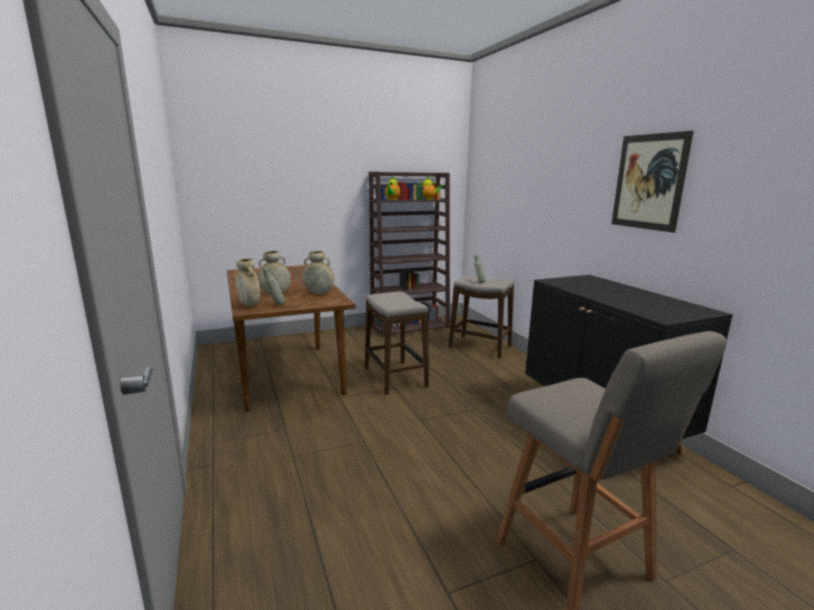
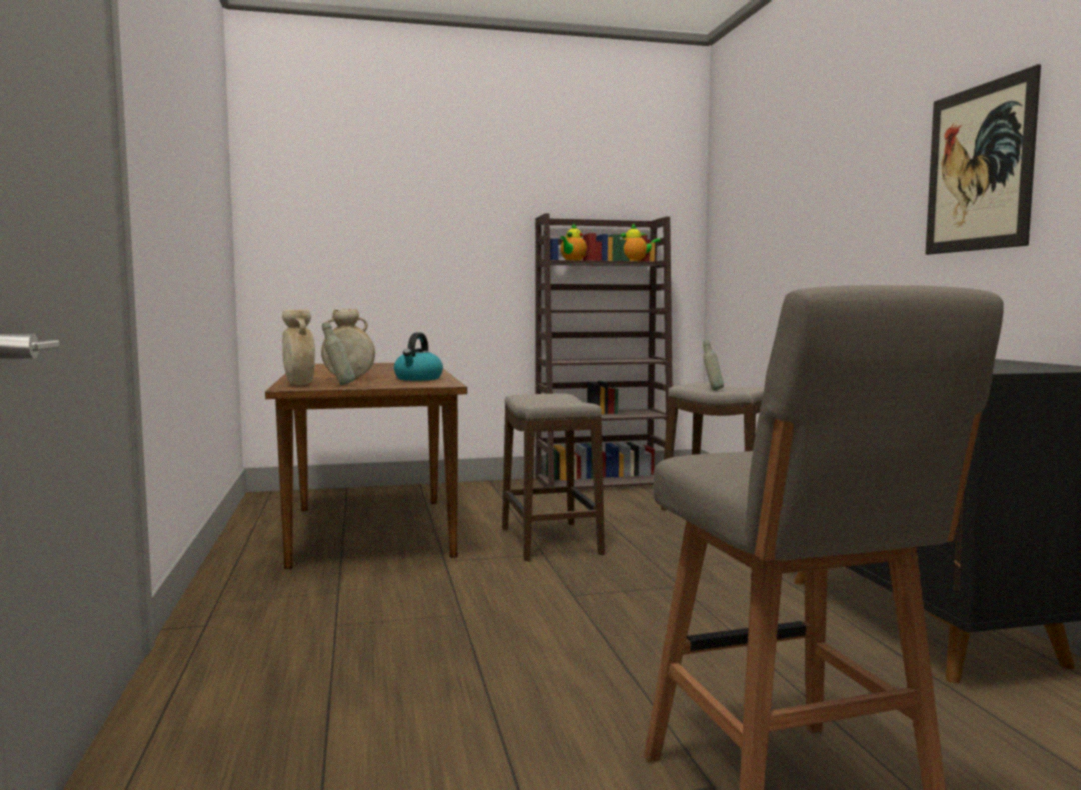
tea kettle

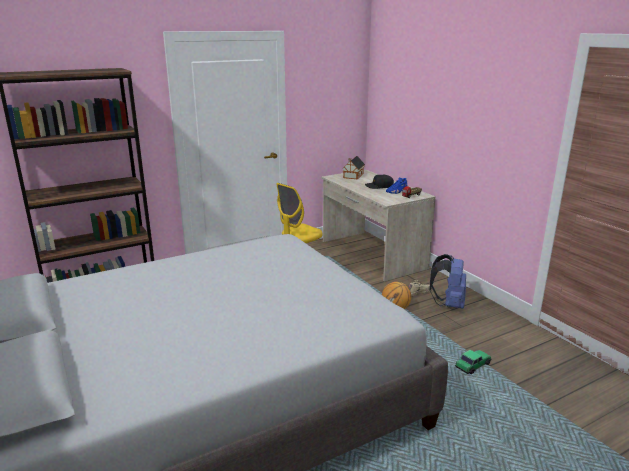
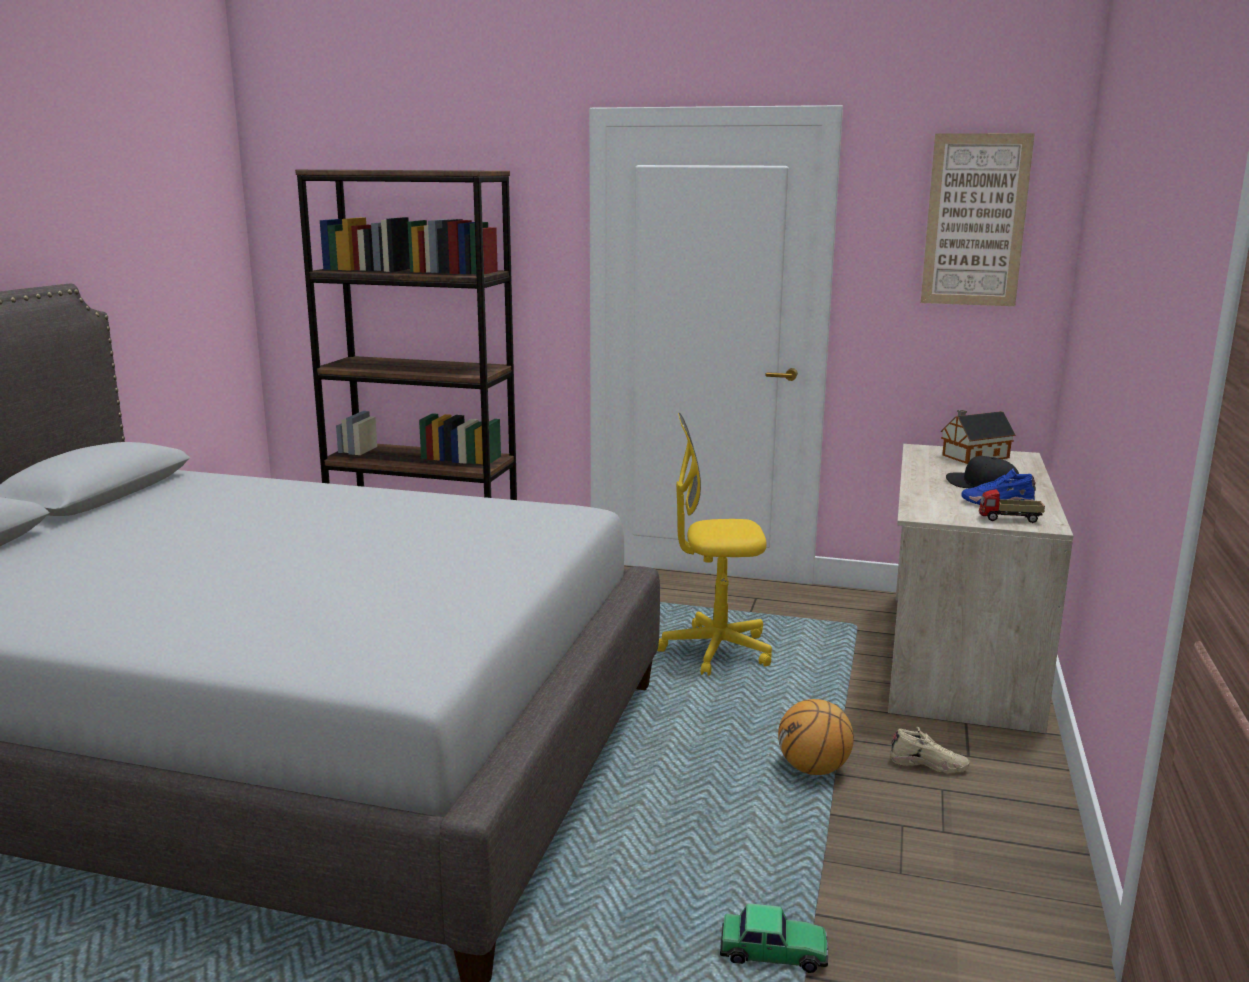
blue-coloured backpack; wall picture

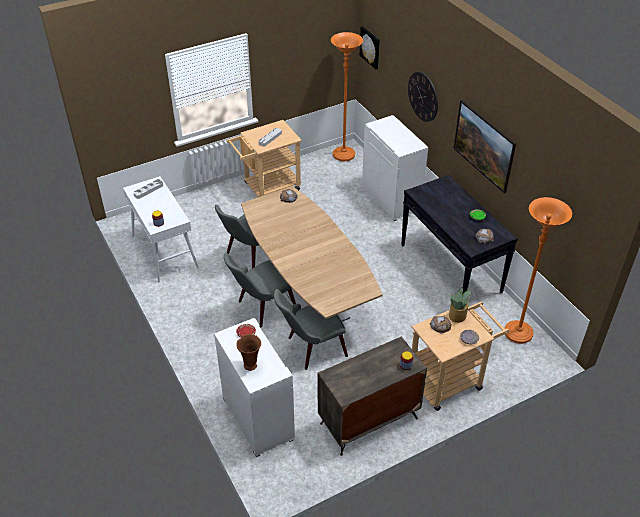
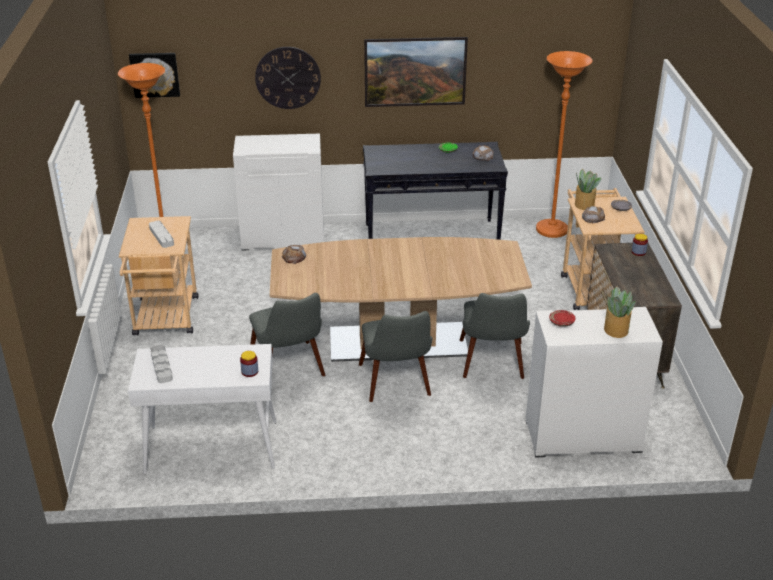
potted plant (no. 2 from left)

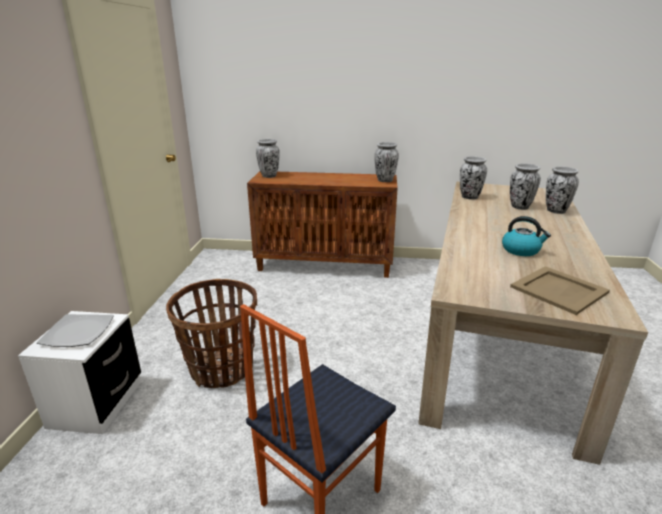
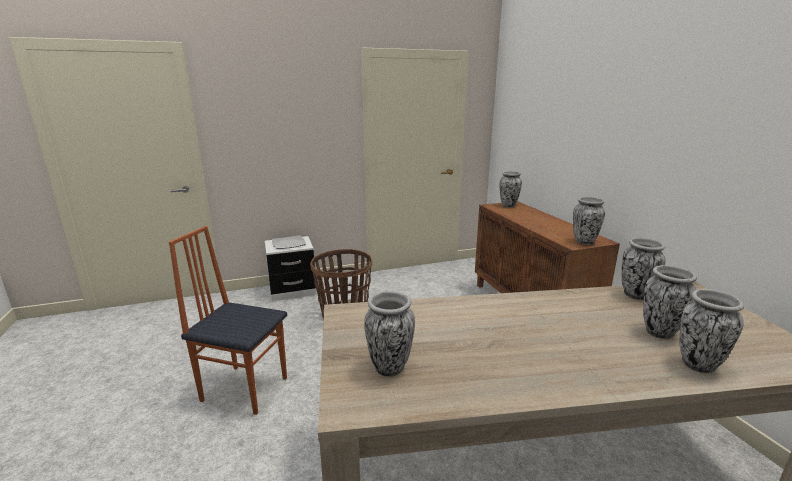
tea kettle; vase (no. 1 from left)

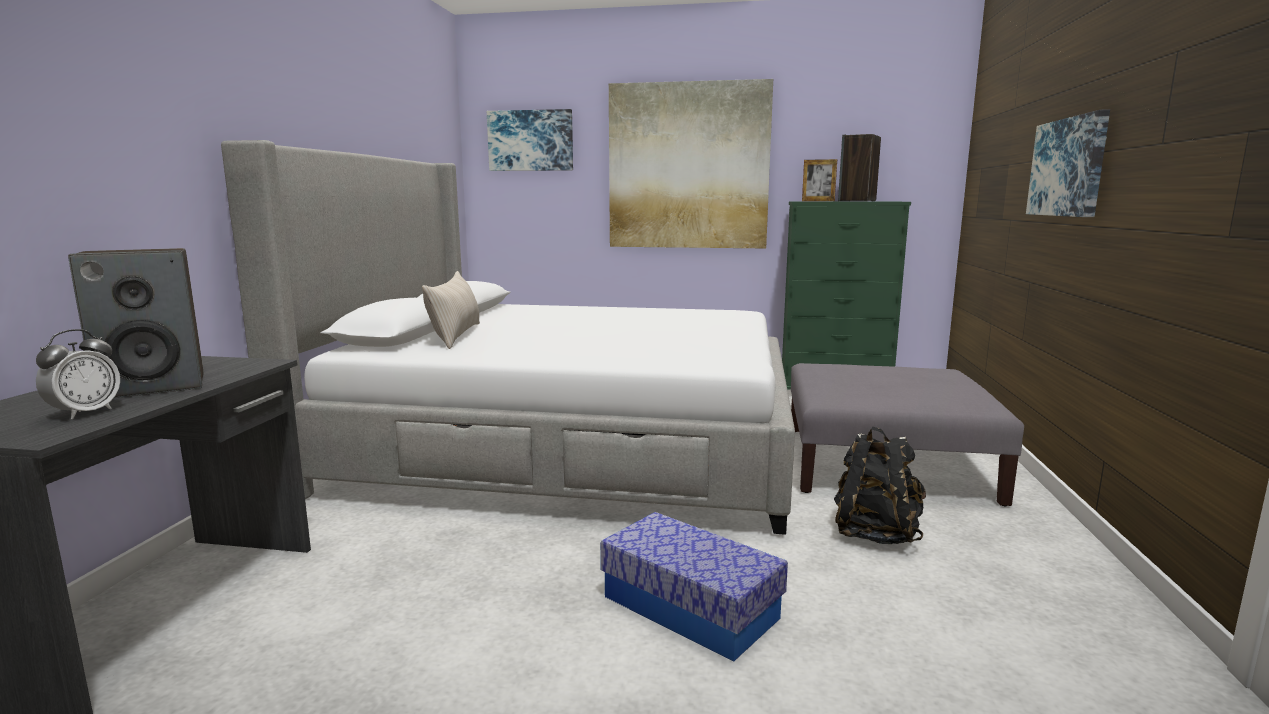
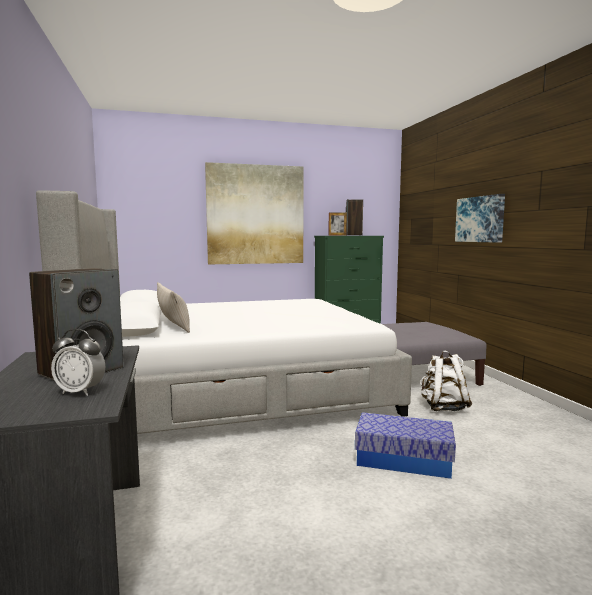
wall picture (no. 1 from left in the first image); bedside clock; white-coloured backpack

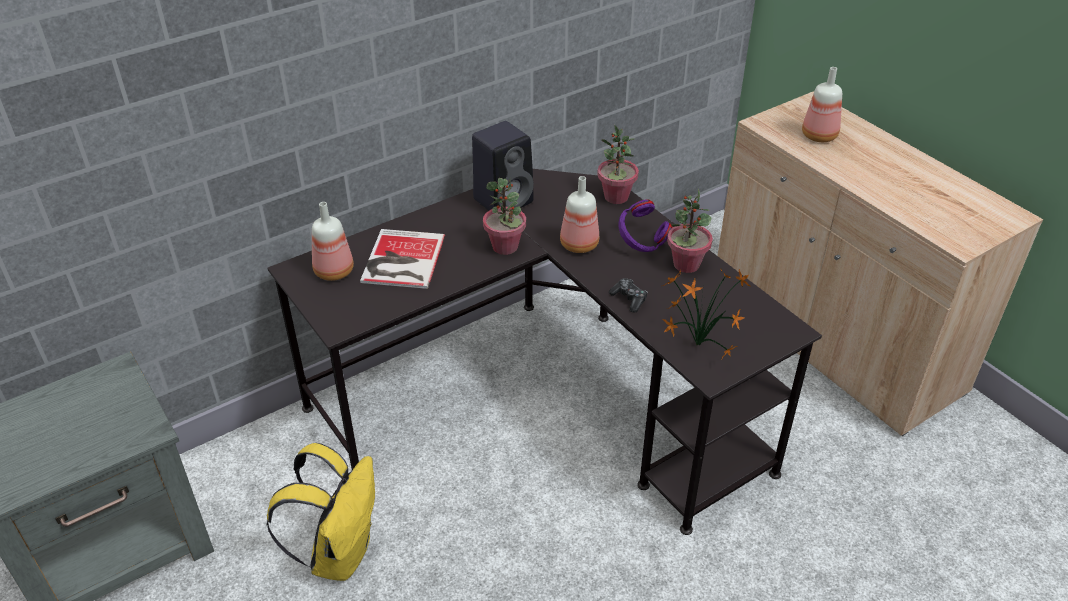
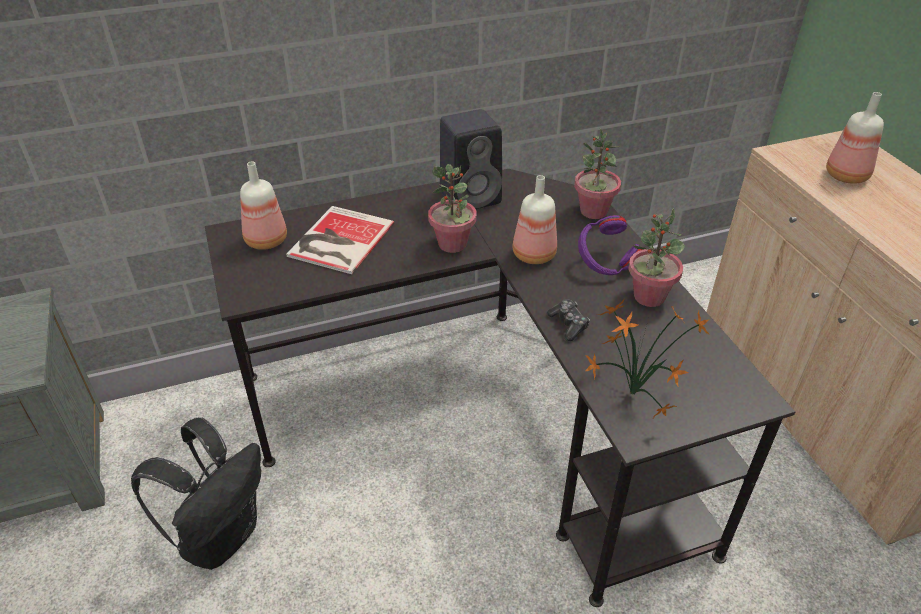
black-coloured backpack

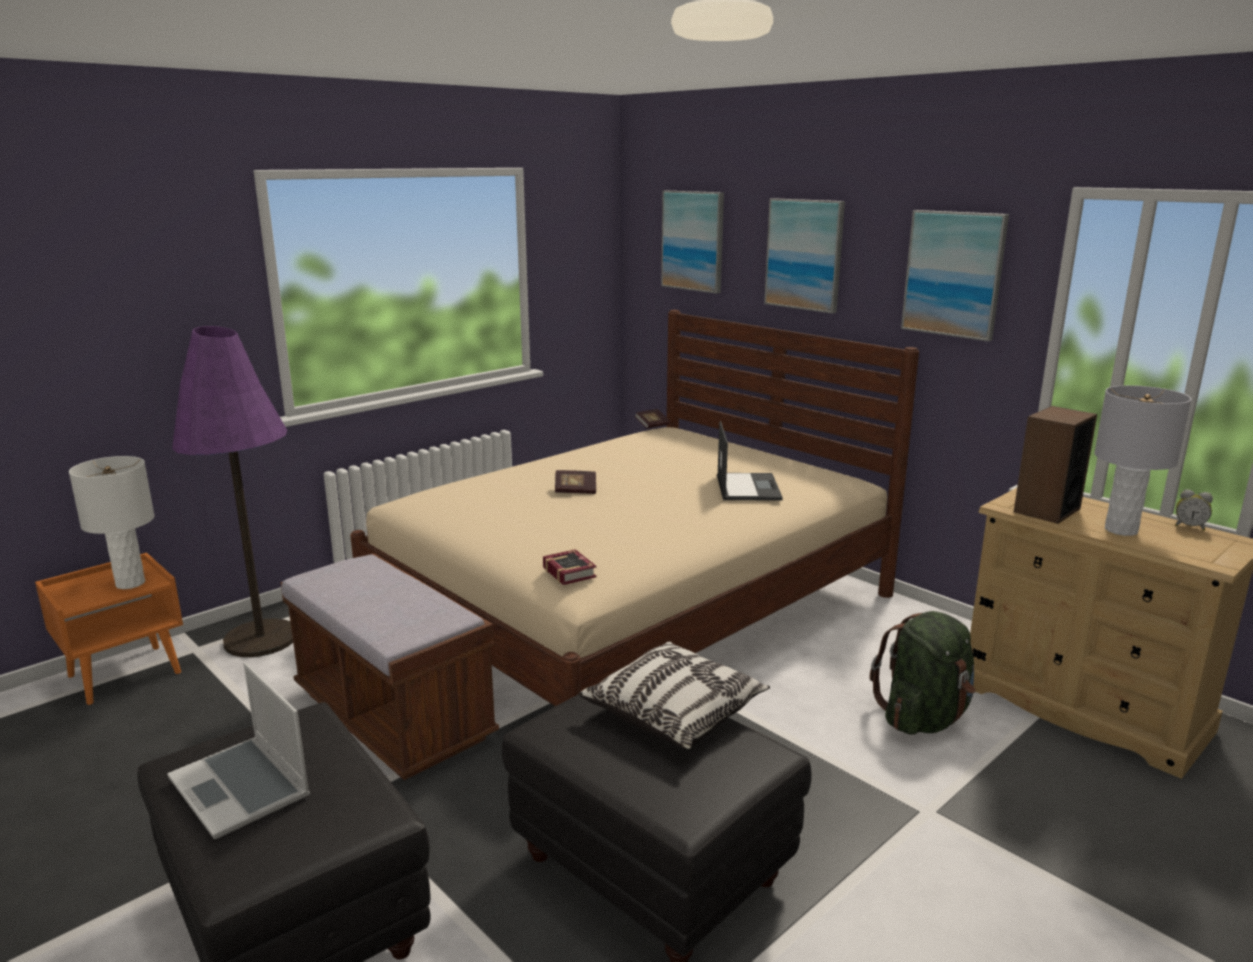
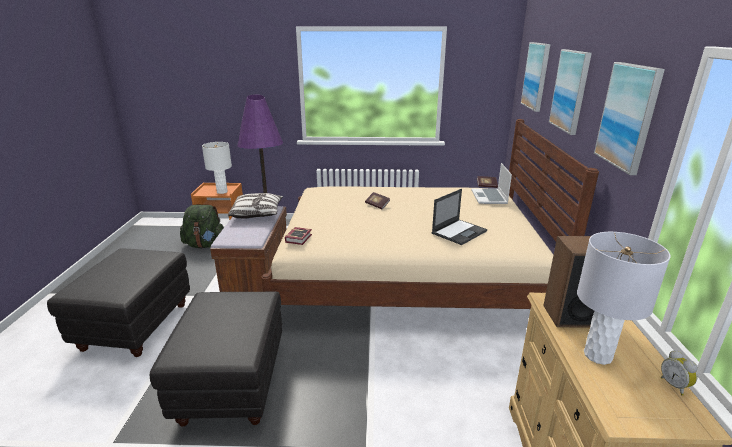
greenish backpack; pillow; notebook computer (no. 2 from left)

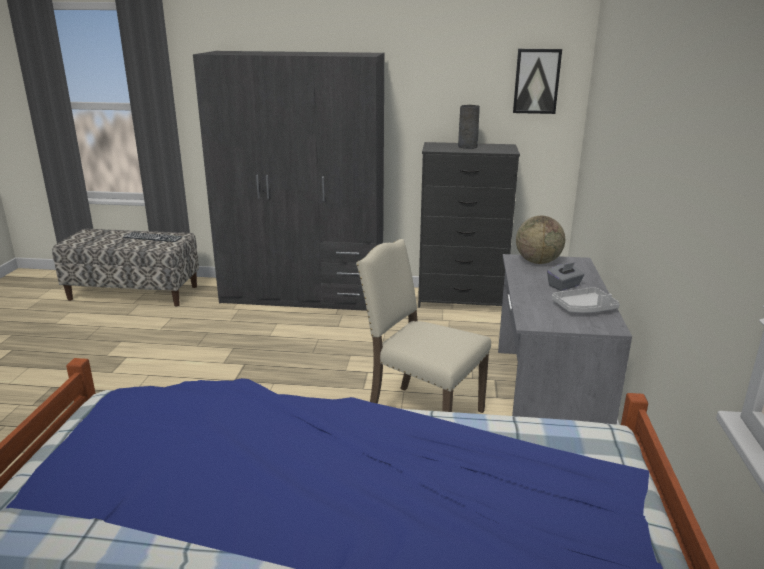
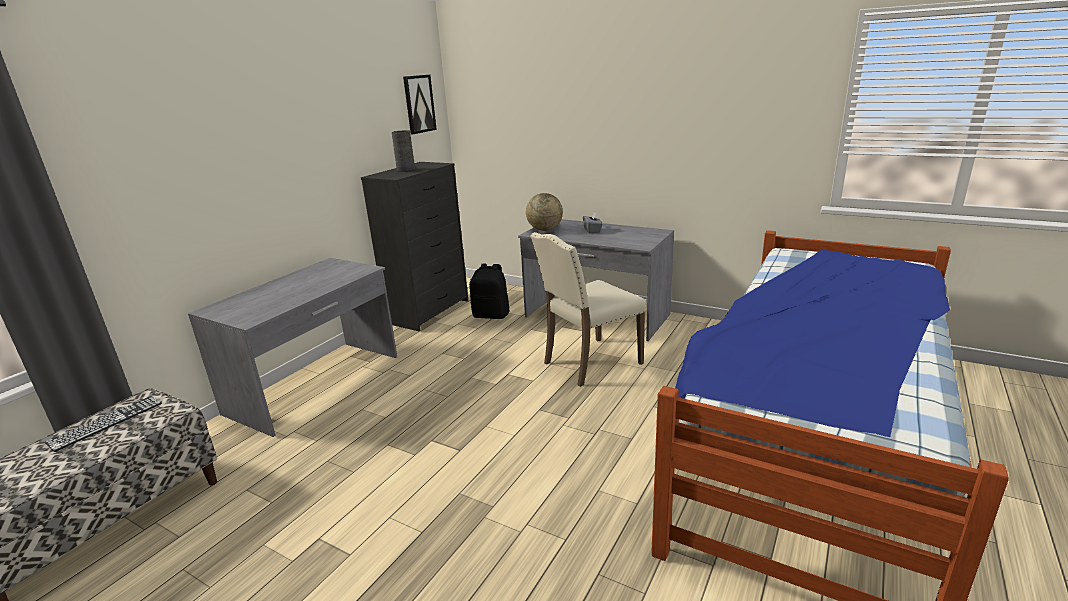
greyish desk unit (no. 1 from left); greyish serving tray; black-coloured backpack

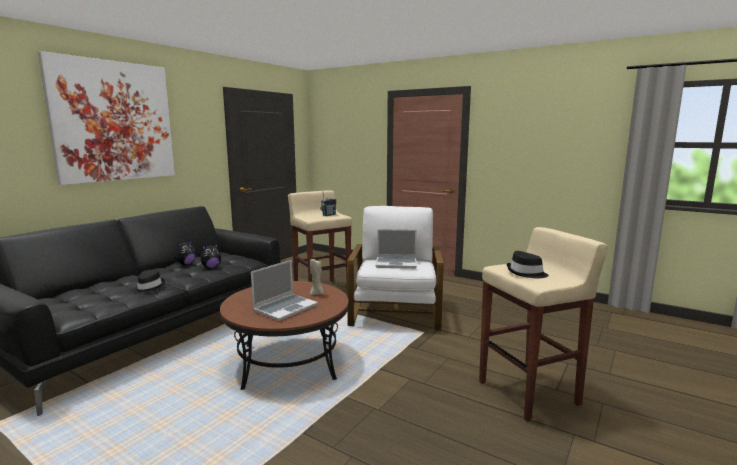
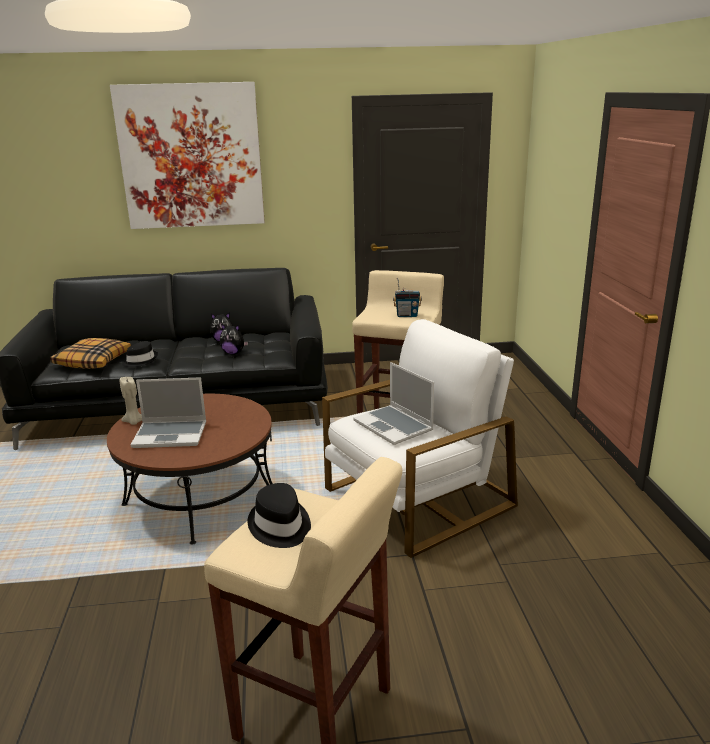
beige candle; pillow

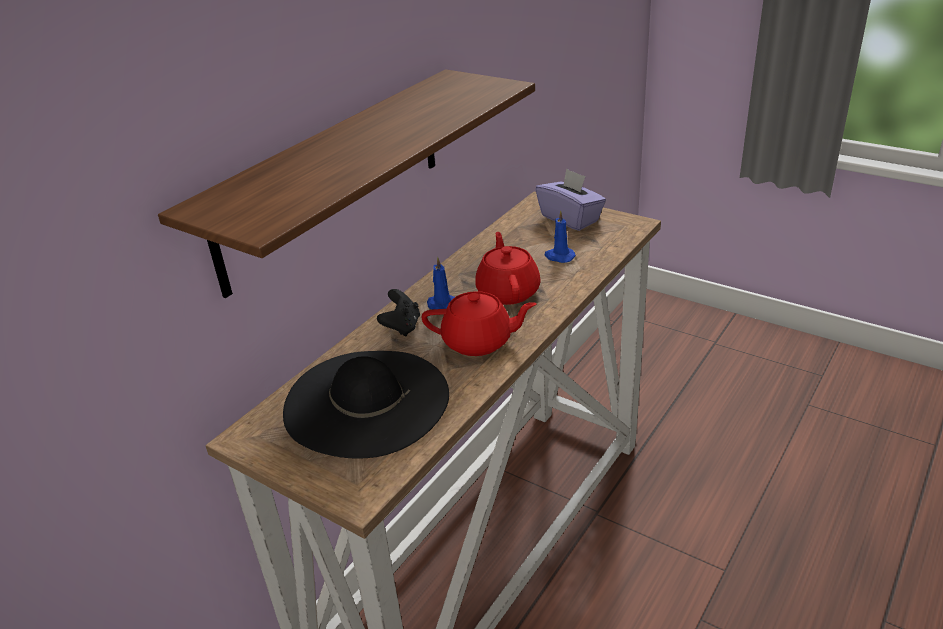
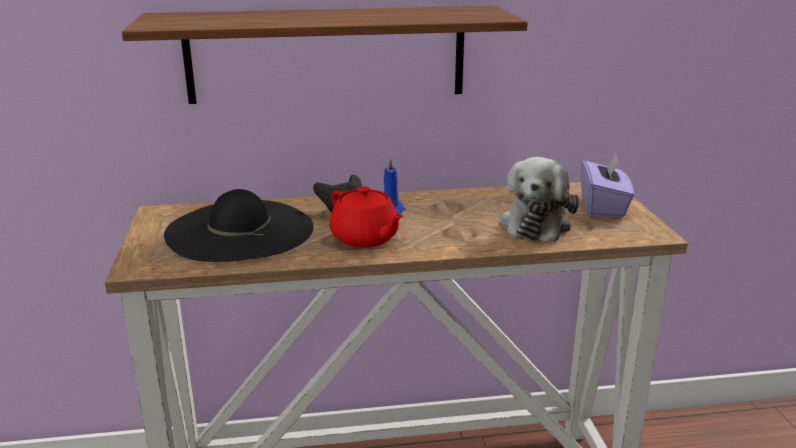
cuddly toy; red-coloured teapot (no. 2 from left in the first image)

